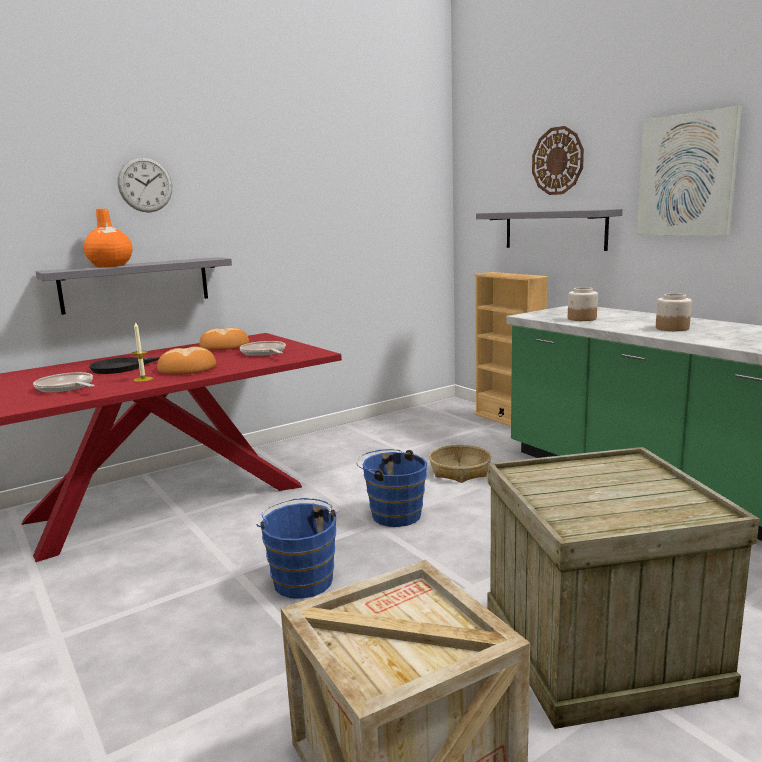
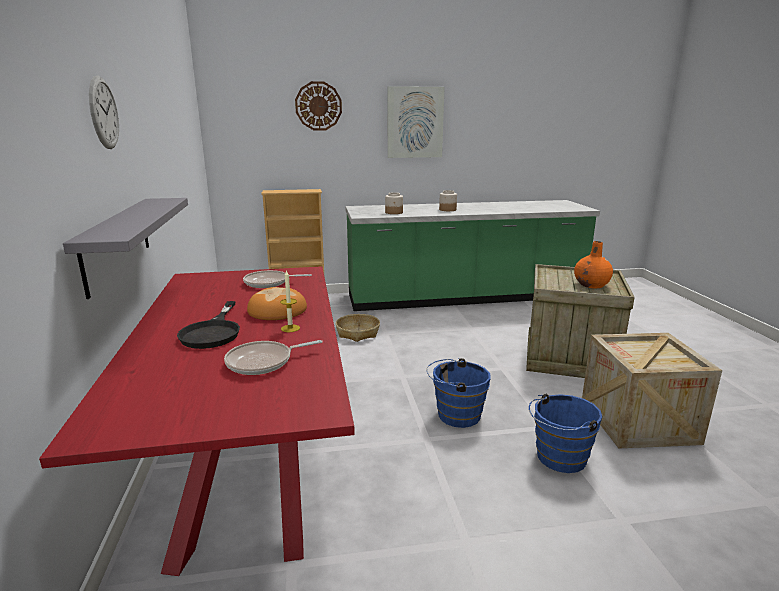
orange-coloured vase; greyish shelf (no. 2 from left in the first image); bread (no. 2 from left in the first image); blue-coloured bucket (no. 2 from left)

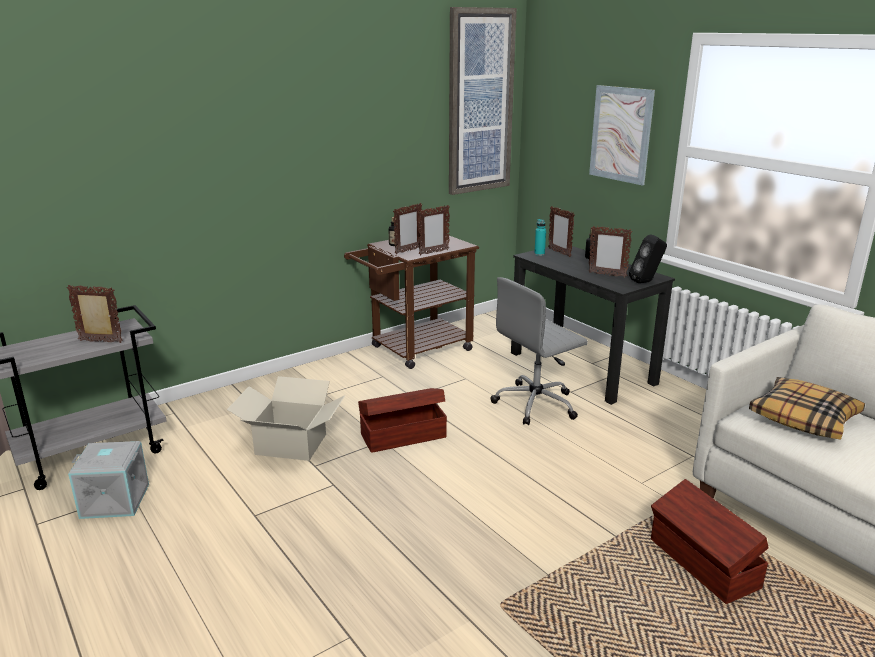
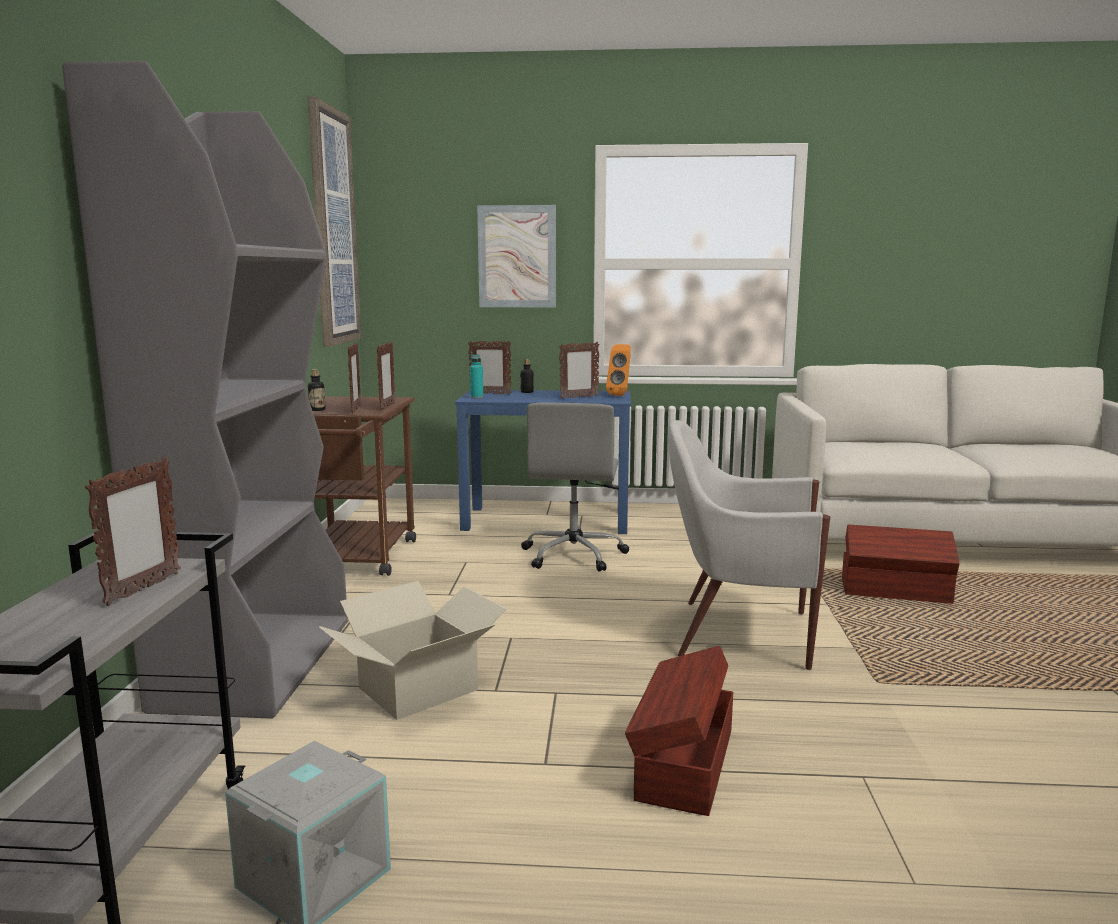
orange-coloured speaker; blue-coloured desk unit; standing frame (no. 1 from left); pillow; brown-coloured storage bin (no. 1 from left); greyish shelving unit; white-coloured easy chair

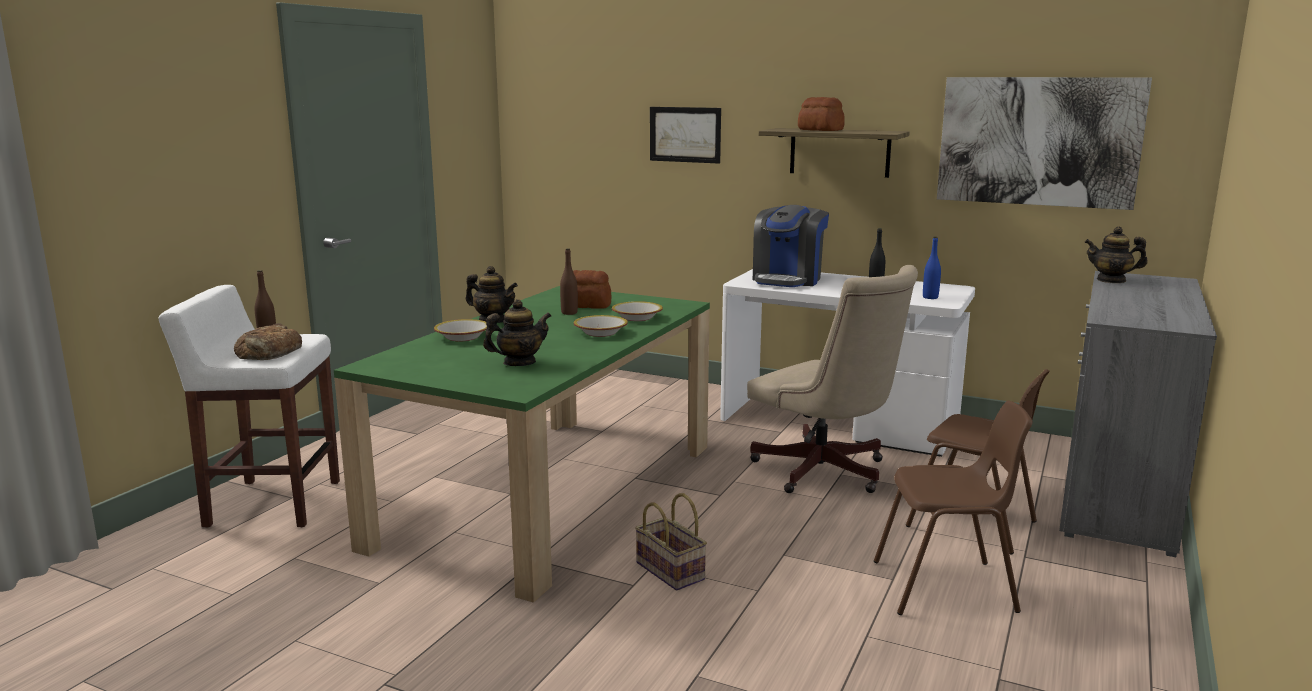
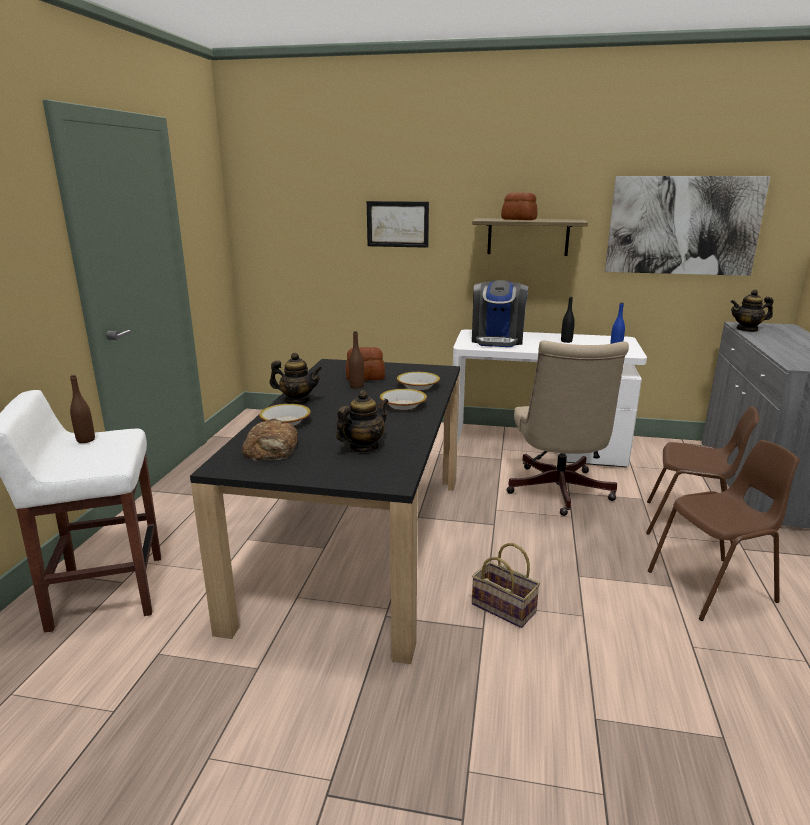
beige desk chair; black-coloured dining table; bread (no. 1 from left)

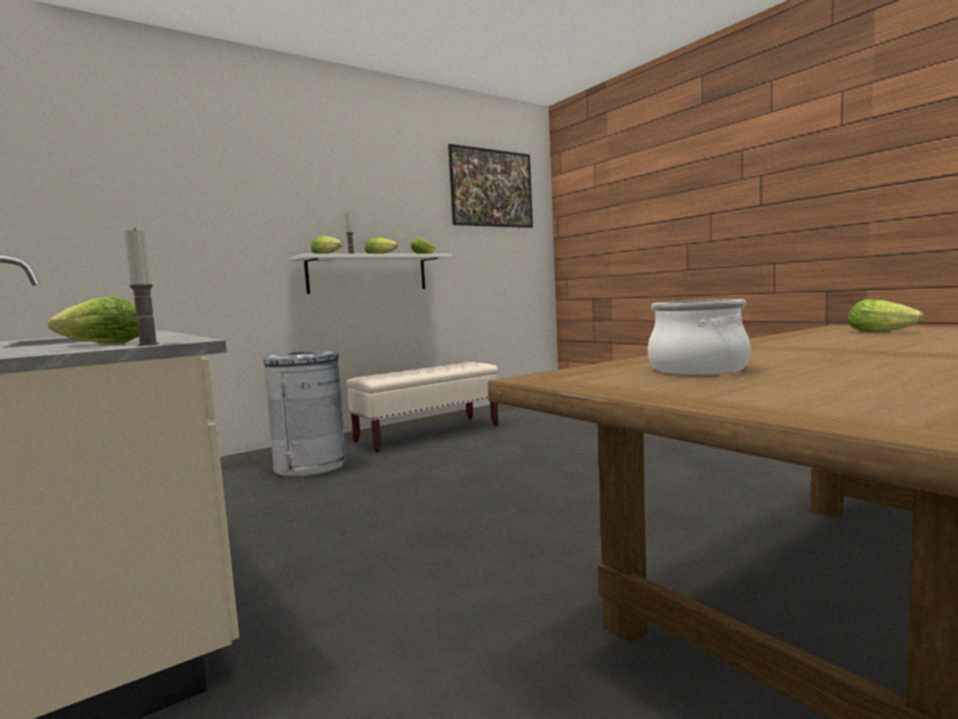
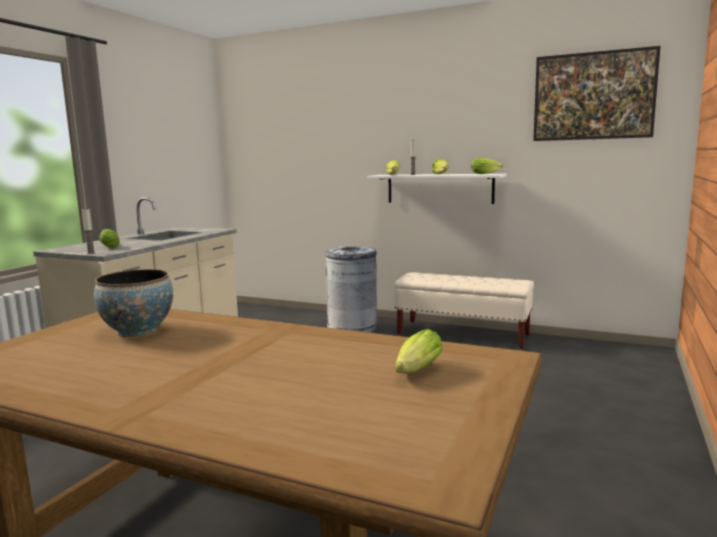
bowl

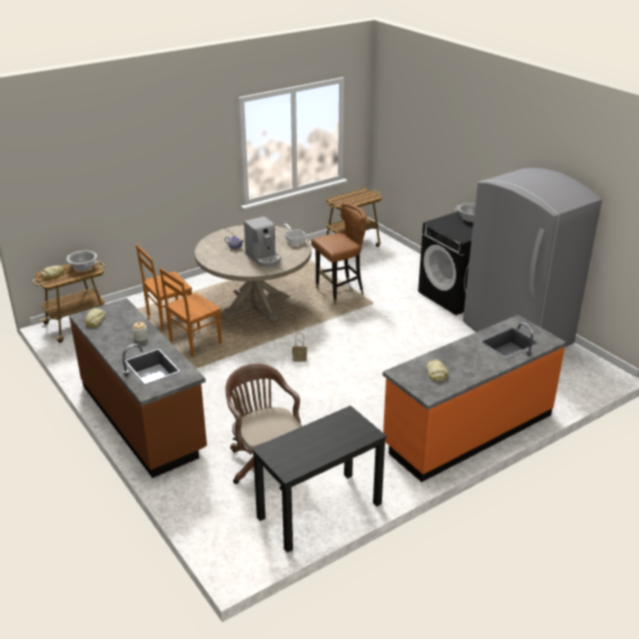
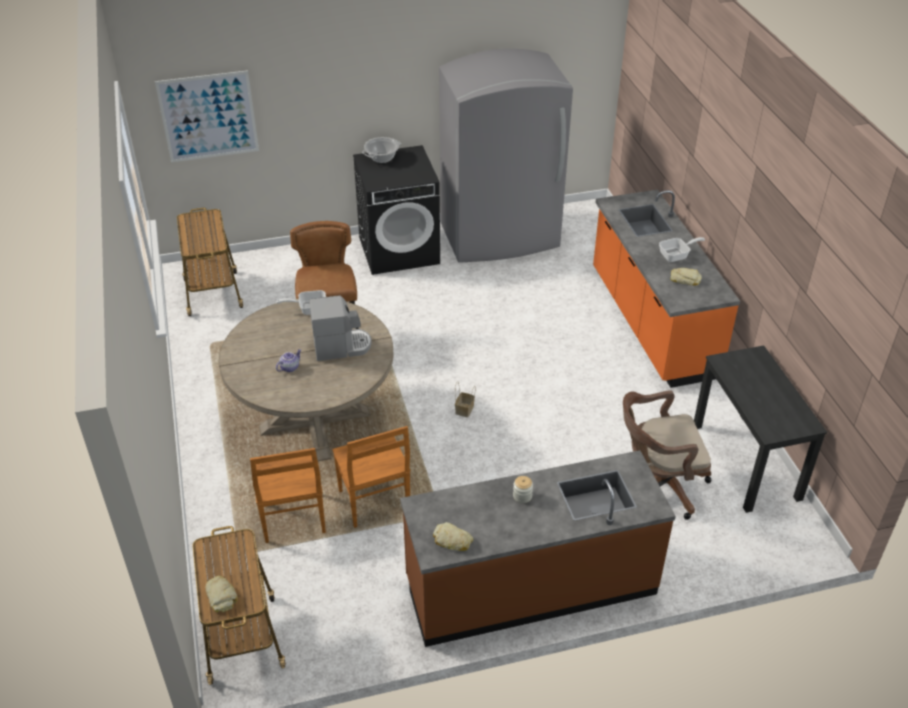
cooking pot (no. 1 from left in the first image); wall picture; skillet (no. 2 from left)

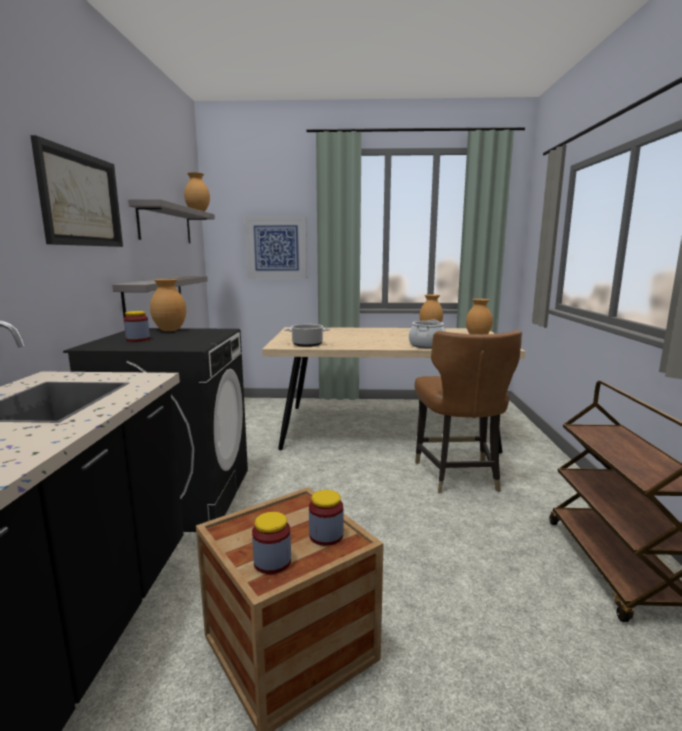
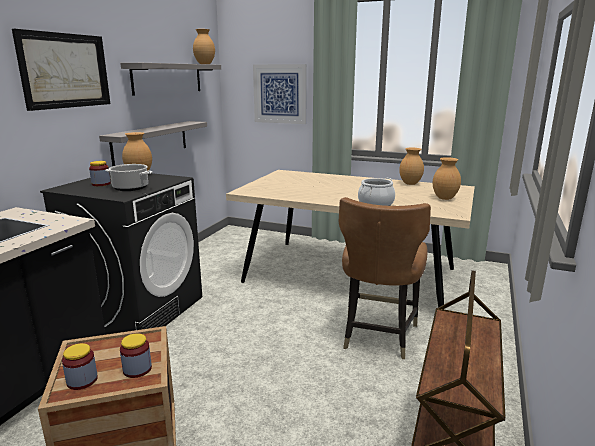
cooking pot (no. 1 from left)

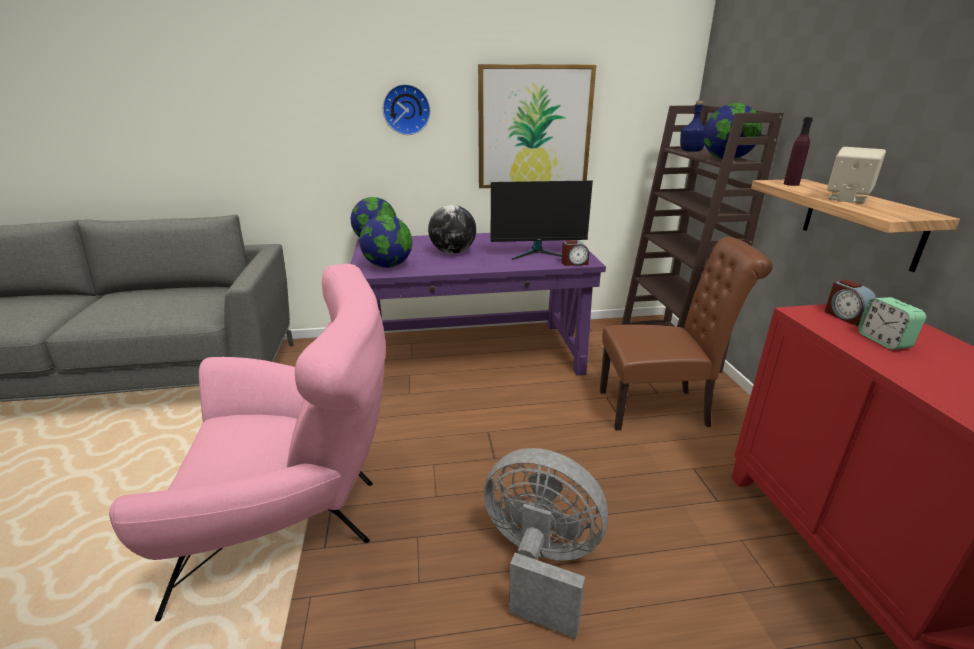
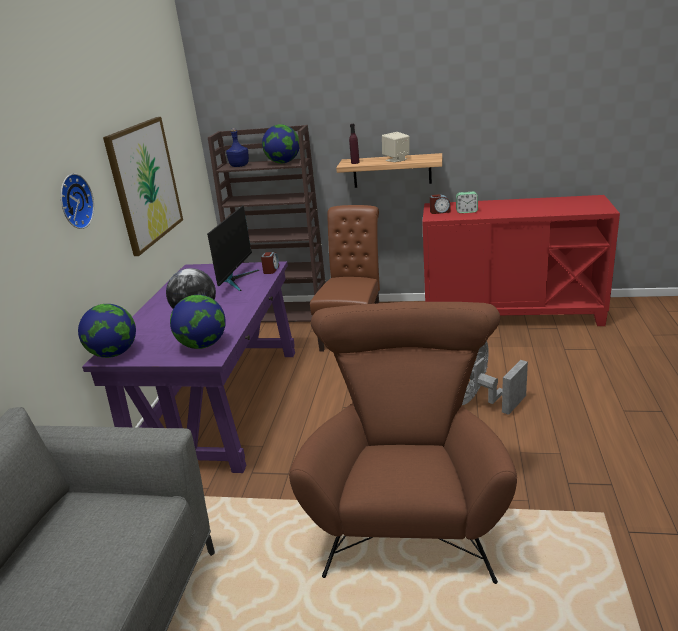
brown-coloured easy chair

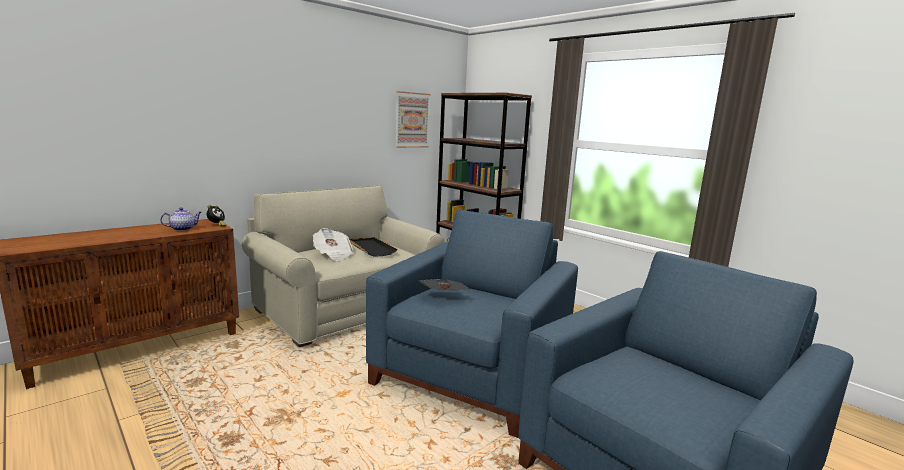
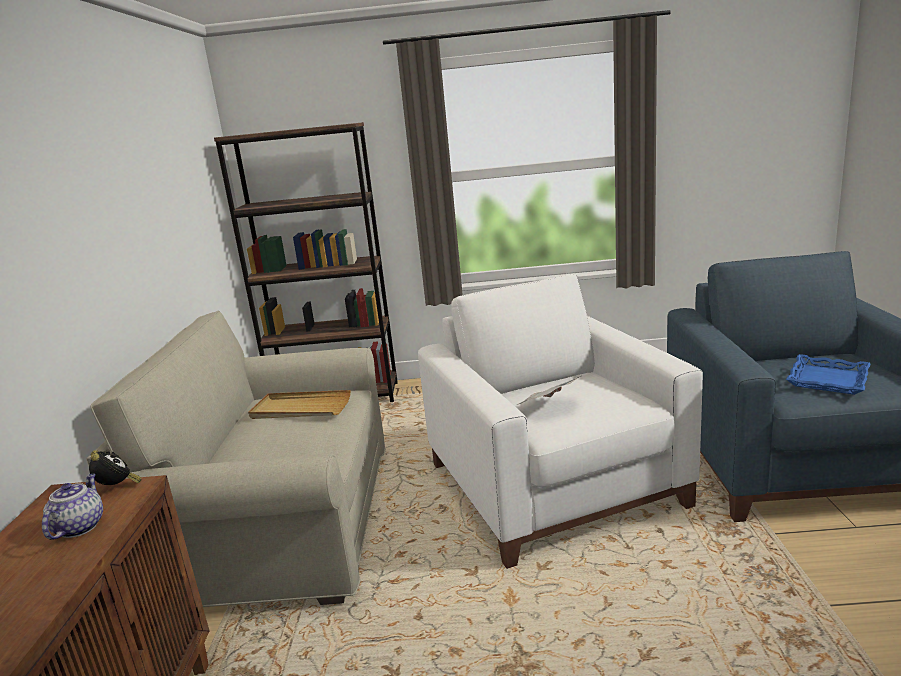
wall picture; white-coloured easy chair; daily paper (no. 1 from left in the first image); beige serving tray; blue-coloured serving tray

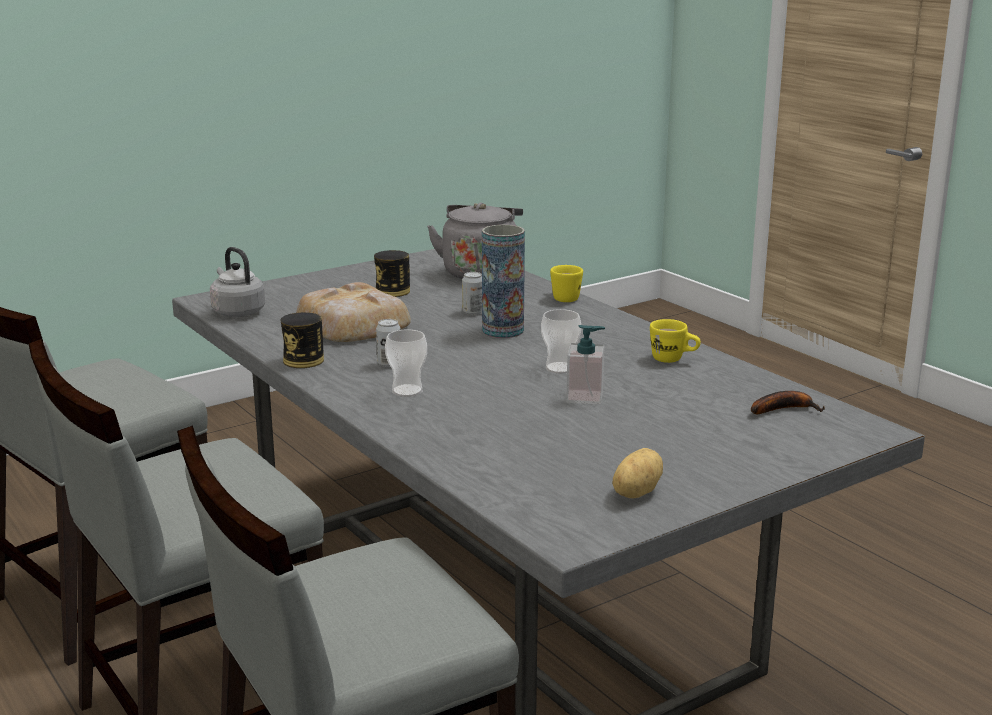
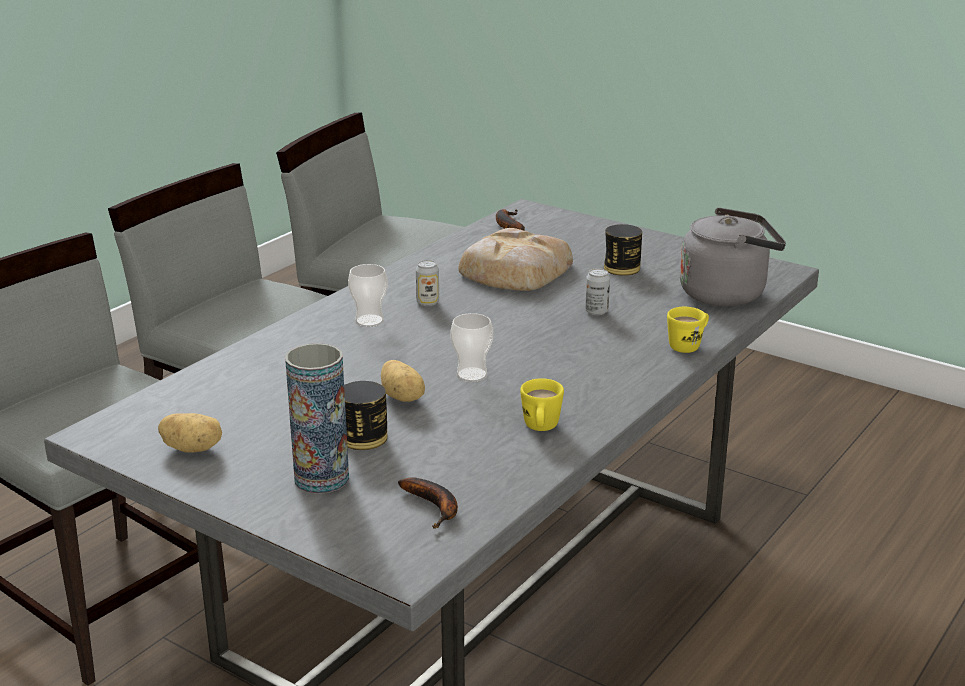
vase; whole banana (no. 2 from left); can (no. 1 from left); whole potato (no. 2 from left)

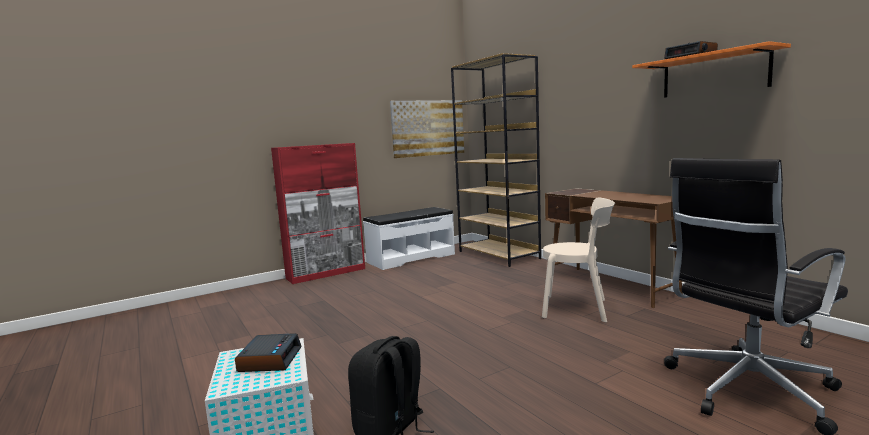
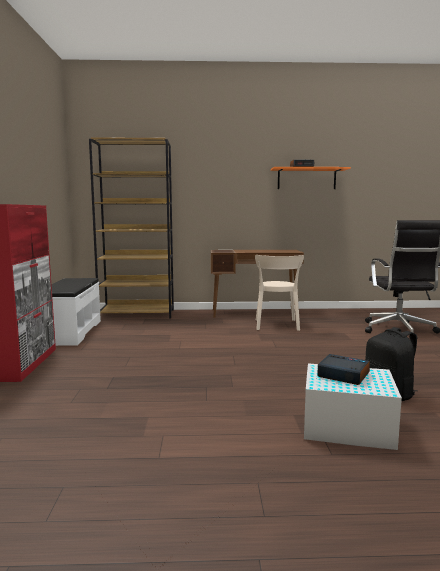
wall picture; beige plain chair

